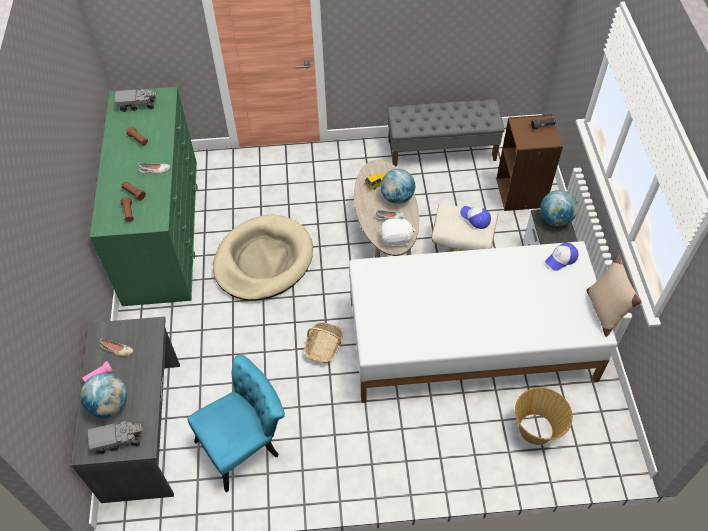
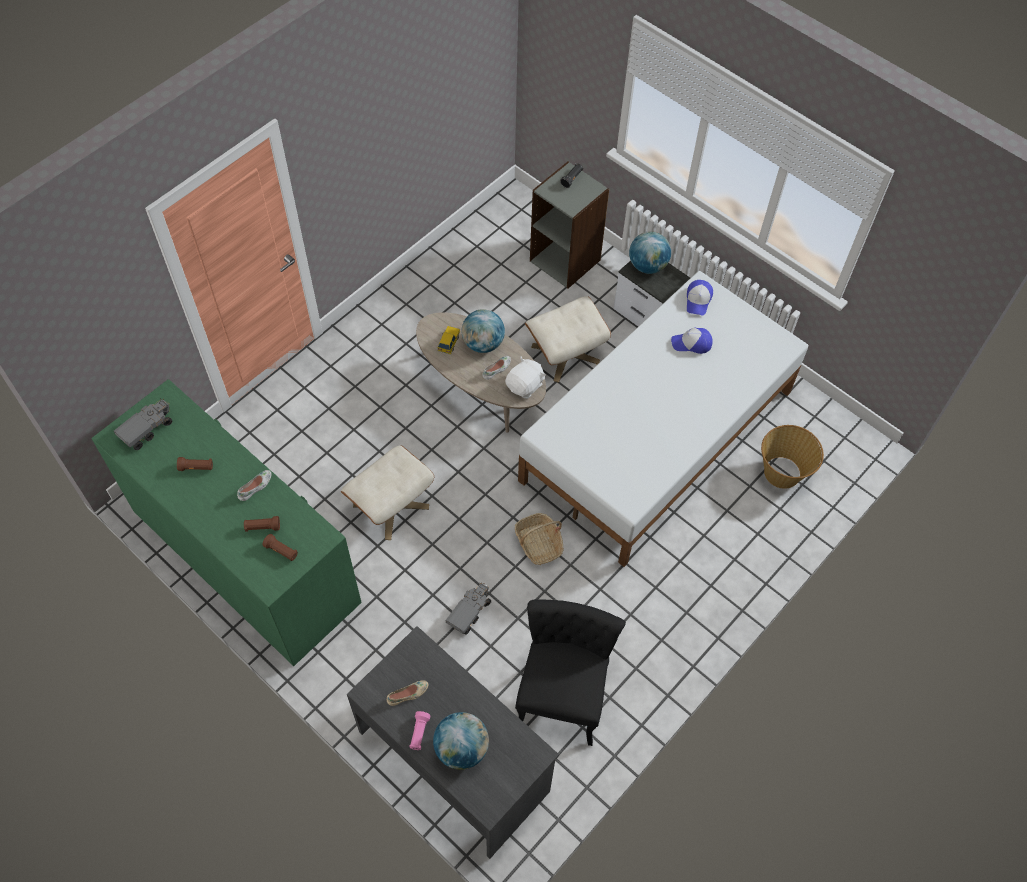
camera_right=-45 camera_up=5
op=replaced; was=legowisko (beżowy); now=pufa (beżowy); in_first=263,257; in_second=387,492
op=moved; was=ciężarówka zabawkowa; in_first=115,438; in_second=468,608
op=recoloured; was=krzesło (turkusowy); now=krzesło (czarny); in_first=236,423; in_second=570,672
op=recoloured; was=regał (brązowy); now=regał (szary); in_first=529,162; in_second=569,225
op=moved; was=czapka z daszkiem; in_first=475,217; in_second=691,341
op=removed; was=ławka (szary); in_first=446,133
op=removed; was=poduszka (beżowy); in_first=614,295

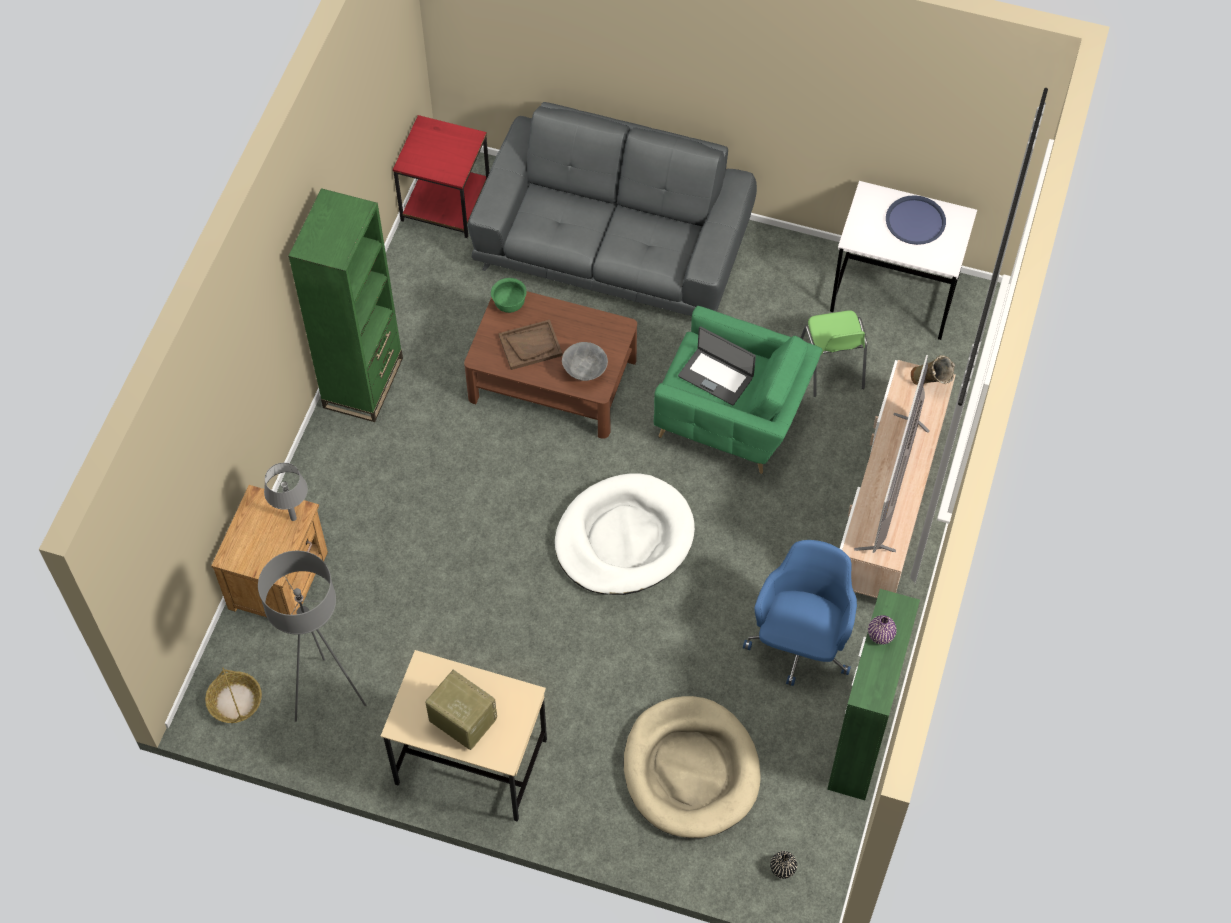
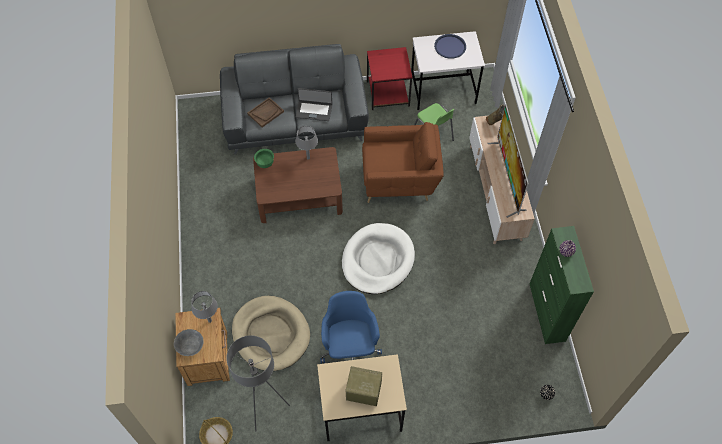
camera_right=-25 camera_up=0
op=moved; was=miska (szary); in_first=585,361; in_second=189,342
op=moved; was=legowisko (beżowy); in_first=692,767; in_second=271,333
op=moved; was=taca (brązowy); in_first=531,345; in_second=265,112
op=moved; was=laptop; in_first=717,365; in_second=314,104
op=added; now=lampa stołowa (szary); in_second=307,143
op=moved; was=krzesło biurowe (niebieski); in_first=800,613; in_second=351,327
op=recoloured; was=fotel (zielony); now=fotel (brązowy); in_first=738,390; in_second=403,162
op=moved; was=stolik (czerwony); in_first=441,176; in_second=389,78
op=removed; was=regał (zielony); in_first=345,305

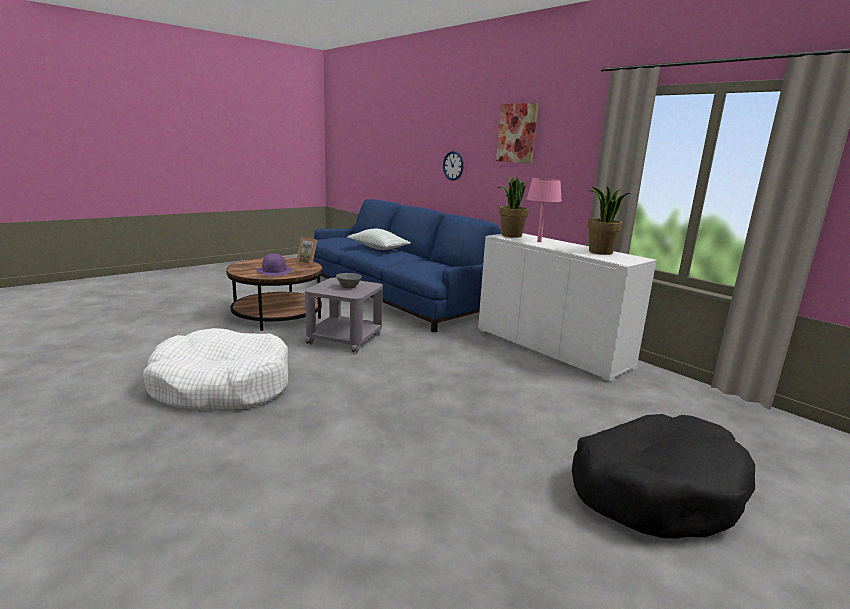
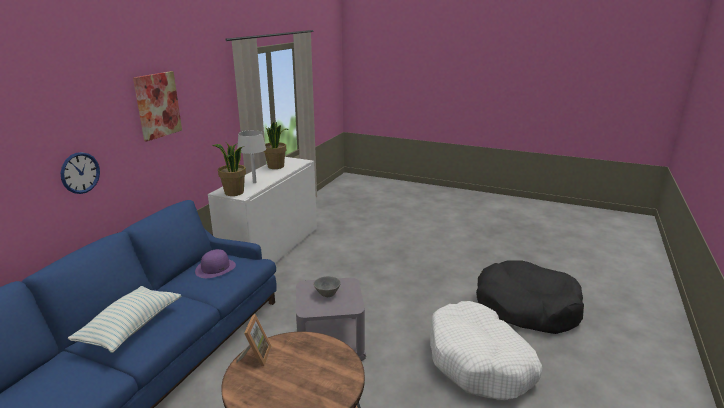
camera_right=-115 camera_up=5
op=moved; was=kapelusz (fioletowy); in_first=274,264; in_second=215,263
op=recoloured; was=lampa stołowa (różowy); now=lampa stołowa (szary); in_first=544,210; in_second=251,156
op=moved; was=legowisko (czarny); in_first=663,476; in_second=530,297

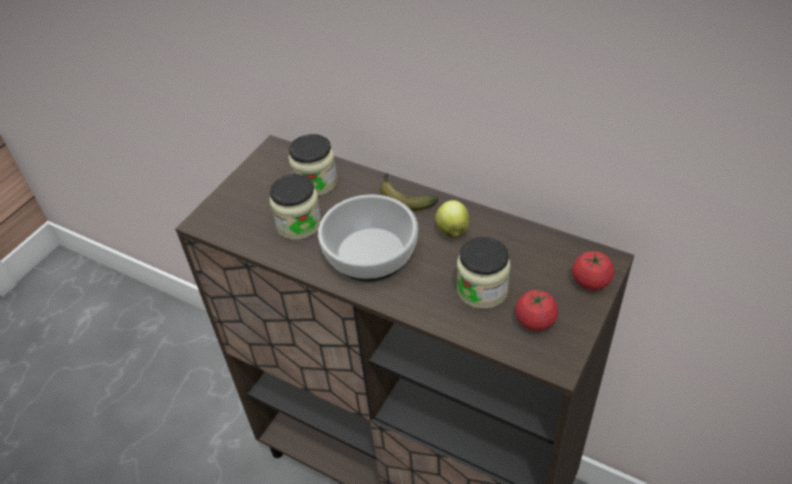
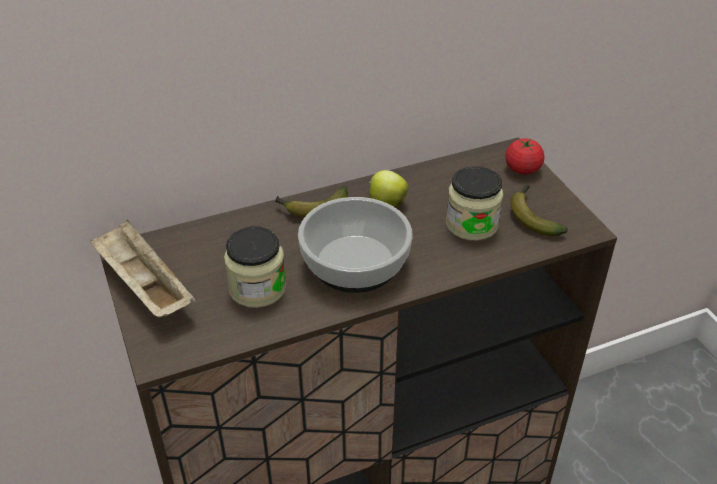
camera_right=-55 camera_up=-5
op=added; now=taca (beżowy); in_second=142,268
op=replaced; was=pomidor; now=banan; in_first=536,310; in_second=539,210
op=removed; was=słoik; in_first=313,165

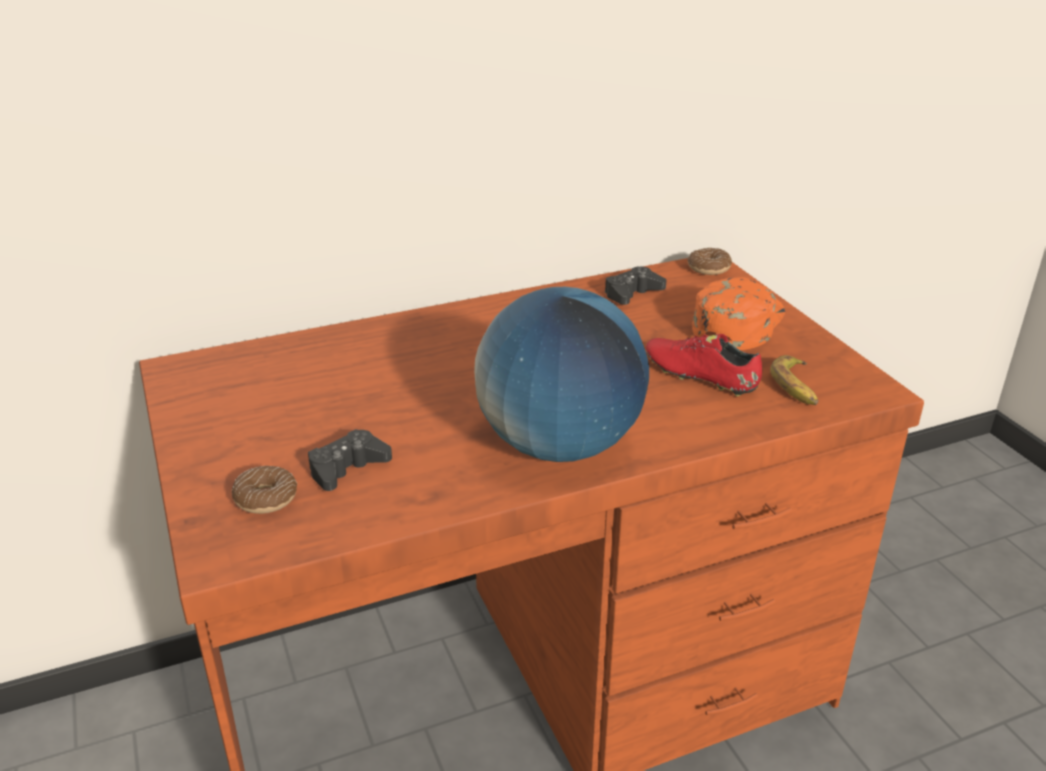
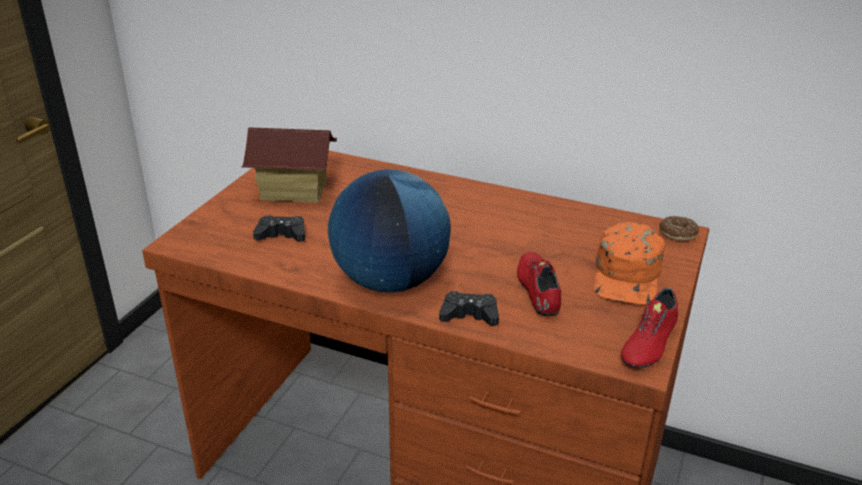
camera_right=45 camera_up=0
op=added; now=domek; in_second=289,165
op=moved; was=pad do gier (czarny); in_first=635,285; in_second=469,308
op=turned; was=czapka z daszkiem (pomarańczowy); in_first=738,313; in_second=629,263; clockwise=120
op=added; now=but (czerwony); in_second=649,328
op=removed; was=donut; in_first=264,490
op=removed; was=banan; in_first=794,380

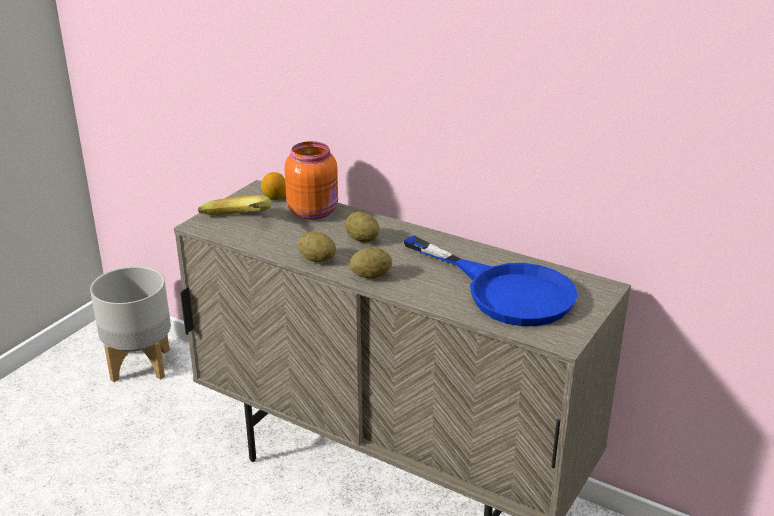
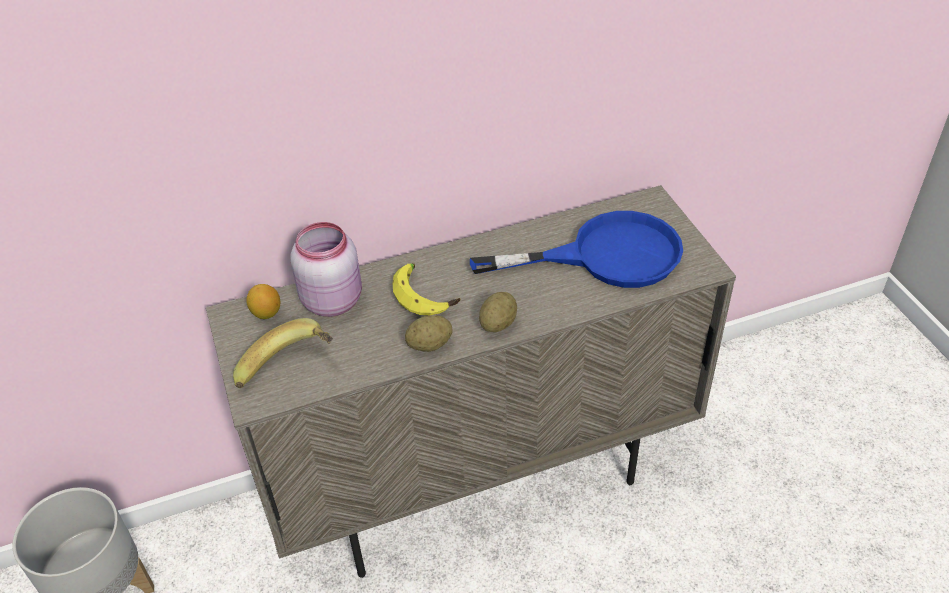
camera_right=-50 camera_up=15
op=recoloured; was=słoik (pomarańczowy); now=słoik (różowy); in_first=311,180; in_second=326,269
op=replaced; was=ziemniak; now=banan; in_first=362,227; in_second=426,289

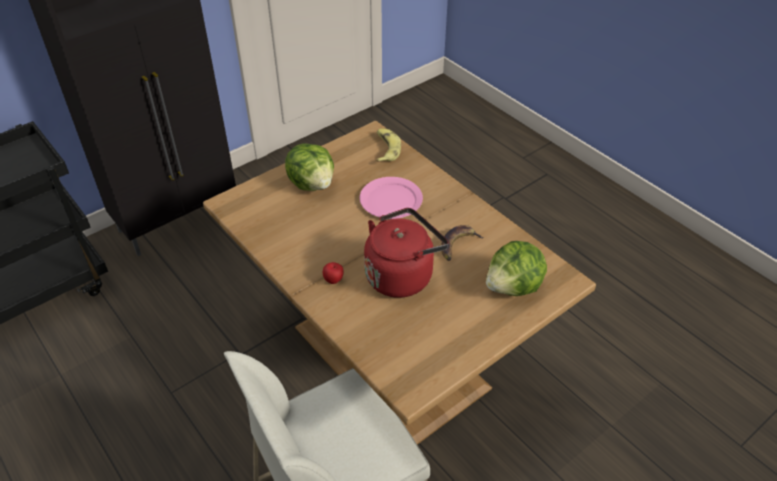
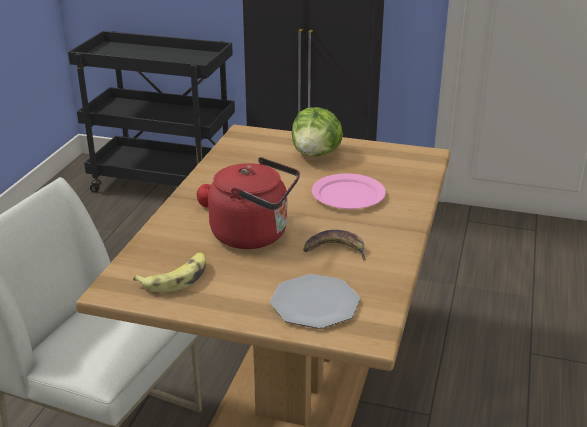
camera_right=55 camera_up=-15
op=moved; was=banan; in_first=388,145; in_second=169,272
op=replaced; was=sałata; now=talerz; in_first=516,268; in_second=315,301

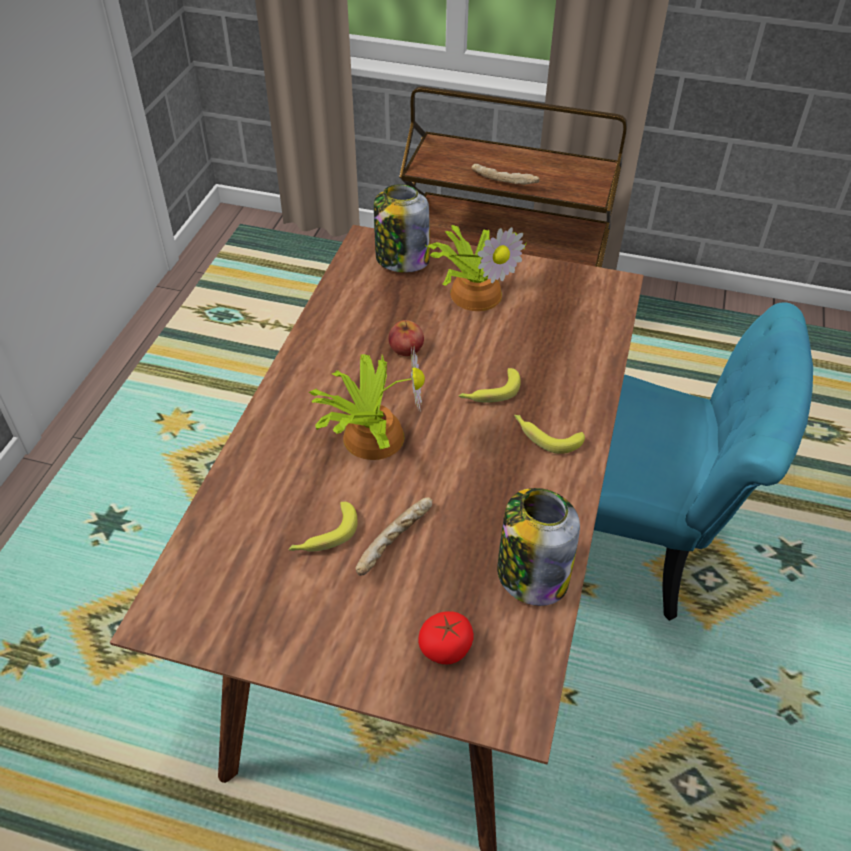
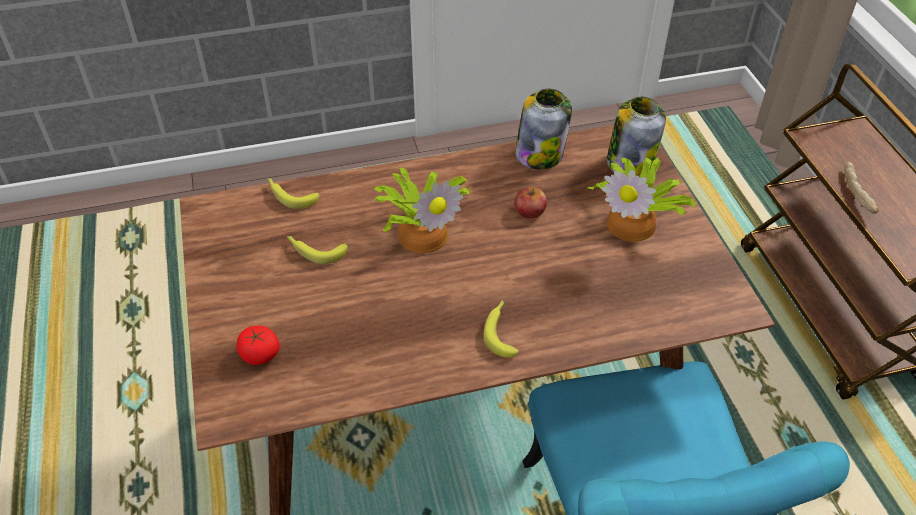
camera_right=60 camera_up=0
op=moved; was=banan; in_first=489,385; in_second=293,193
op=moved; was=słoik; in_first=538,547; in_second=543,129
op=removed; was=chleb; in_first=393,537

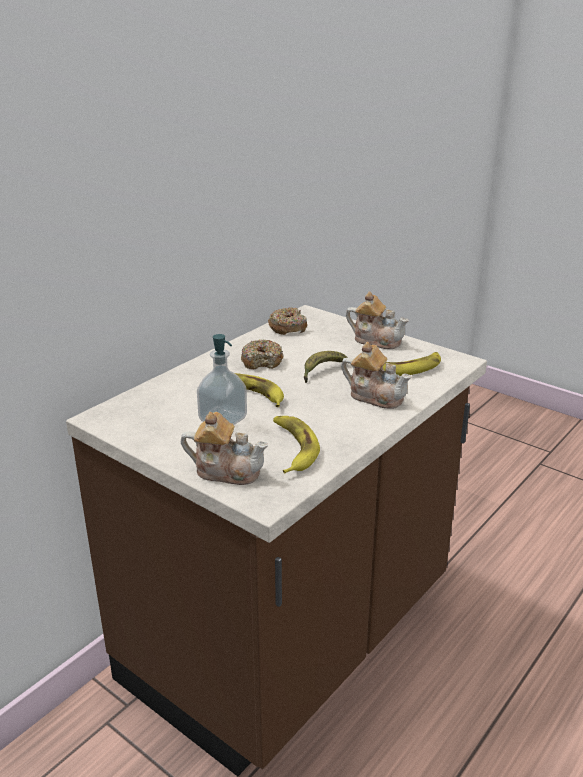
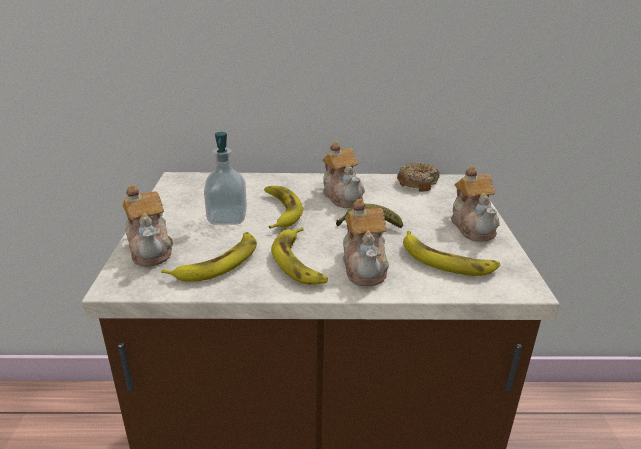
camera_right=50 camera_up=0
op=added; now=banan; in_second=299,256
op=replaced; was=donut; now=imbryk; in_first=262,354; in_second=343,174

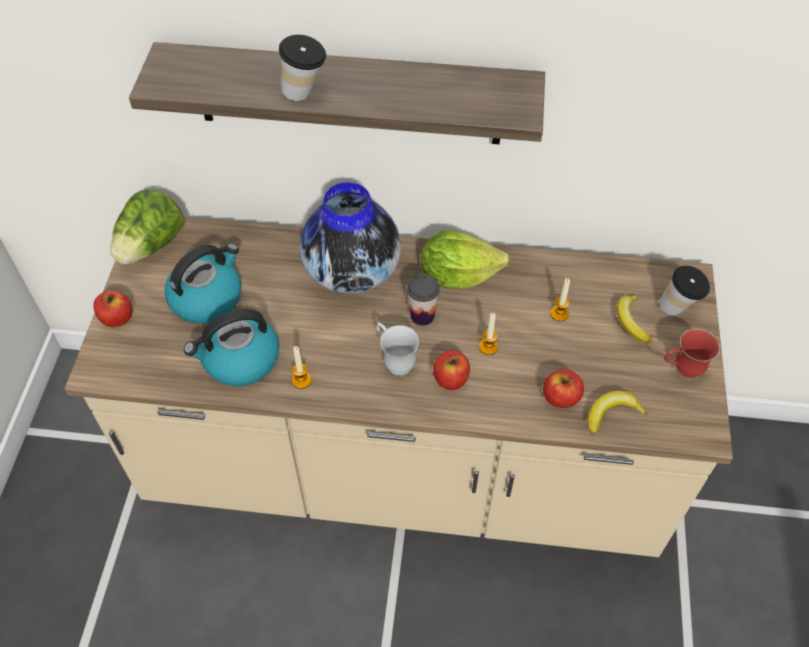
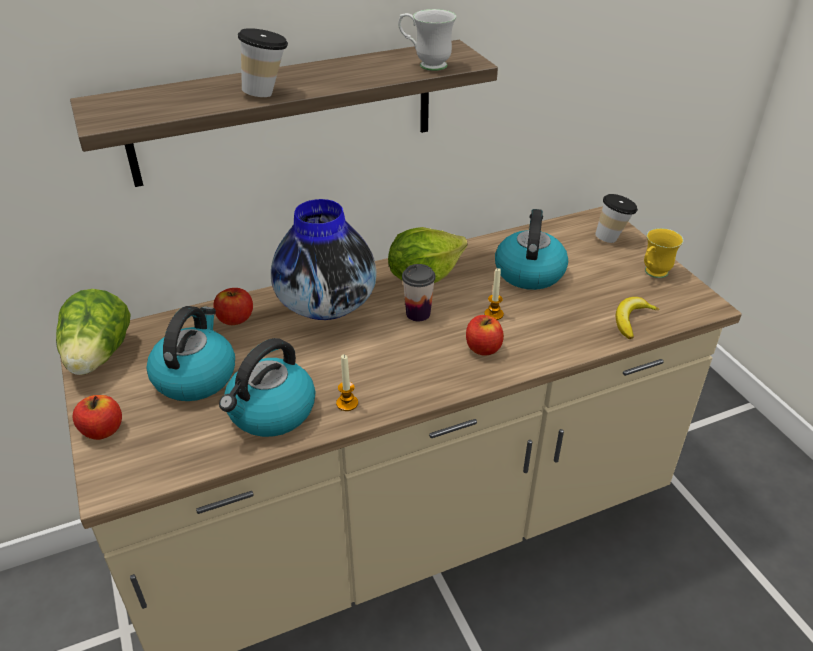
camera_right=-30 camera_up=-15
op=moved; was=jabłko; in_first=563,388; in_second=233,306
op=moved; was=kubek (biały); in_first=397,349; in_second=427,40
op=replaced; was=świeca; now=czajnik; in_first=560,299; in_second=531,249
op=recoloured; was=kubek (czerwony); now=kubek (żółty); in_first=692,354; in_second=663,253
op=removed; was=banan; in_first=634,319

